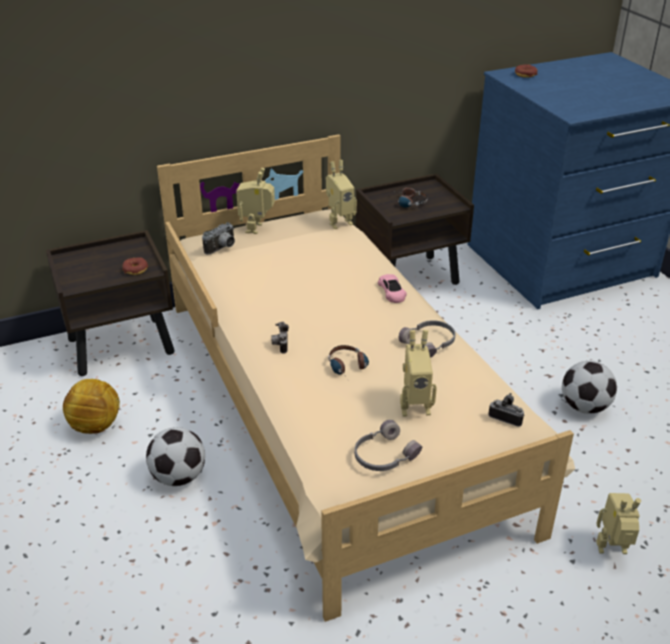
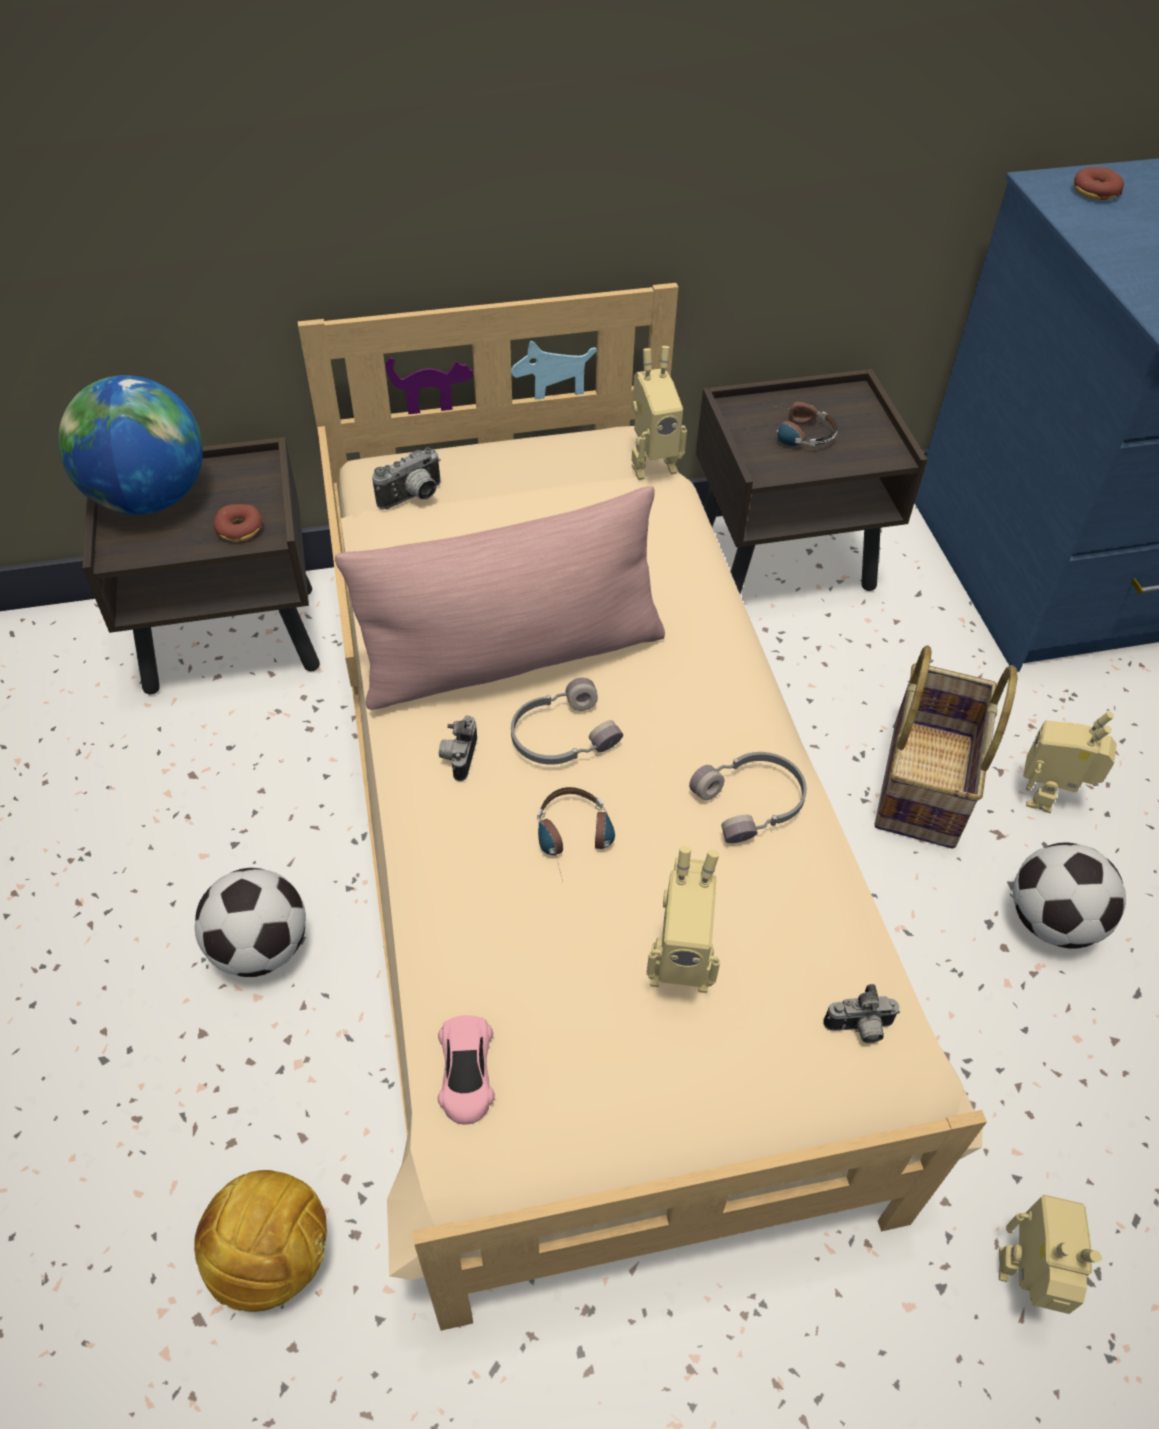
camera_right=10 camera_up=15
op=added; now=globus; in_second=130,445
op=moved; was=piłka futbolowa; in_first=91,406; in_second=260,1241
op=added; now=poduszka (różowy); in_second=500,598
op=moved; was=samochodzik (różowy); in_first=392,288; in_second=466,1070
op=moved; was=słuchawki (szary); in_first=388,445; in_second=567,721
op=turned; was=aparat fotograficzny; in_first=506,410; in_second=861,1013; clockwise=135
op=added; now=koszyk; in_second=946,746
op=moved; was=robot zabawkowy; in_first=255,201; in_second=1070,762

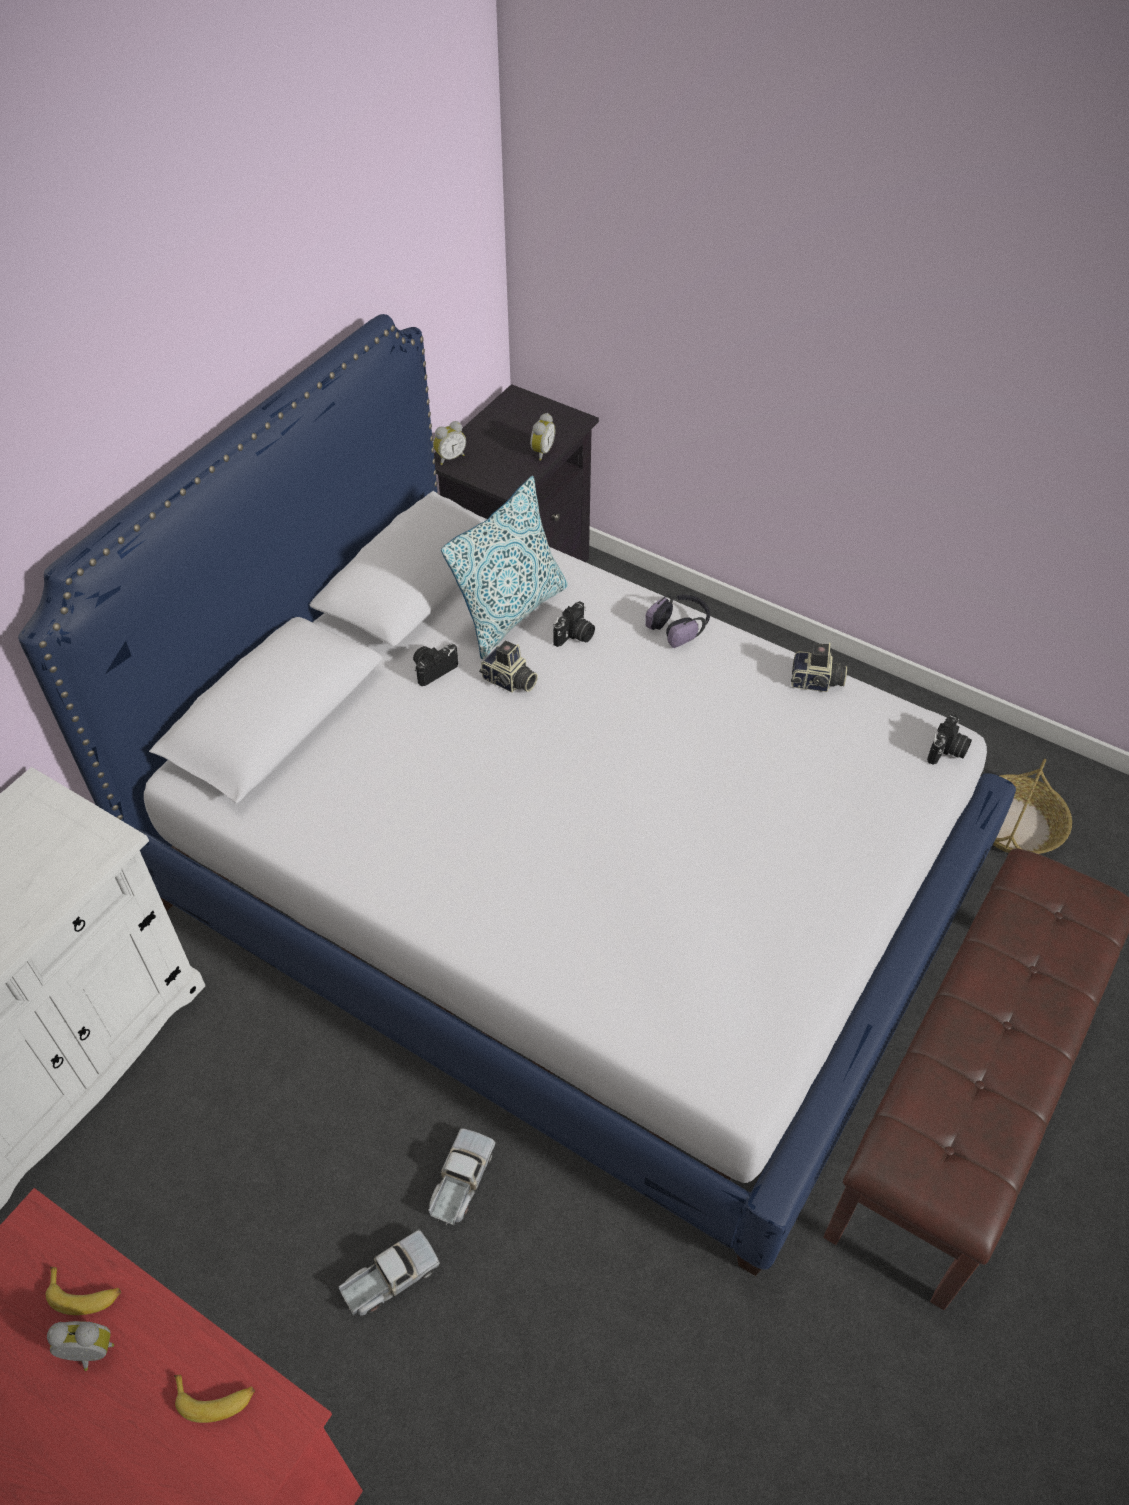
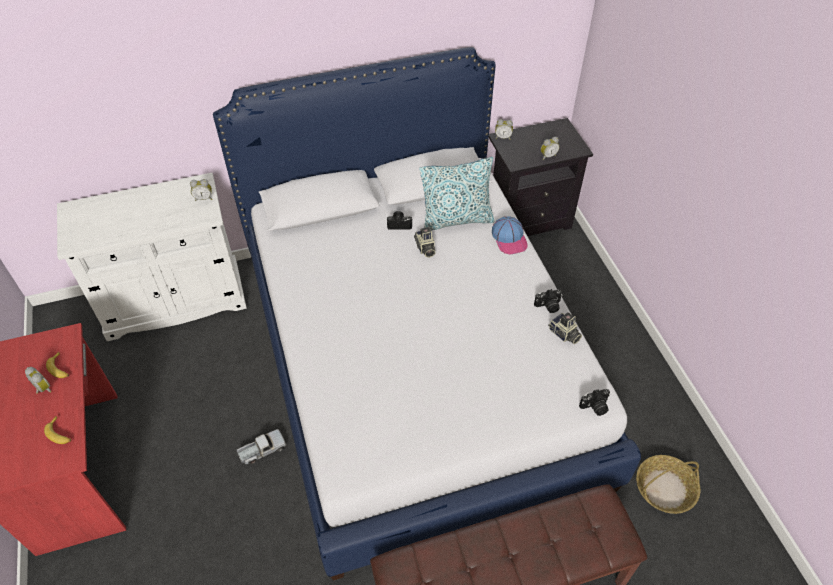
camera_right=40 camera_up=0
op=added; now=budzik; in_second=201,190
op=added; now=czapka z daszkiem; in_second=509,235
op=moved; was=aparat fotograficzny; in_first=574,624; in_second=548,301
op=removed; was=ciężarówka zabawkowa; in_first=389,1273
op=removed; was=słuchawki; in_first=677,620

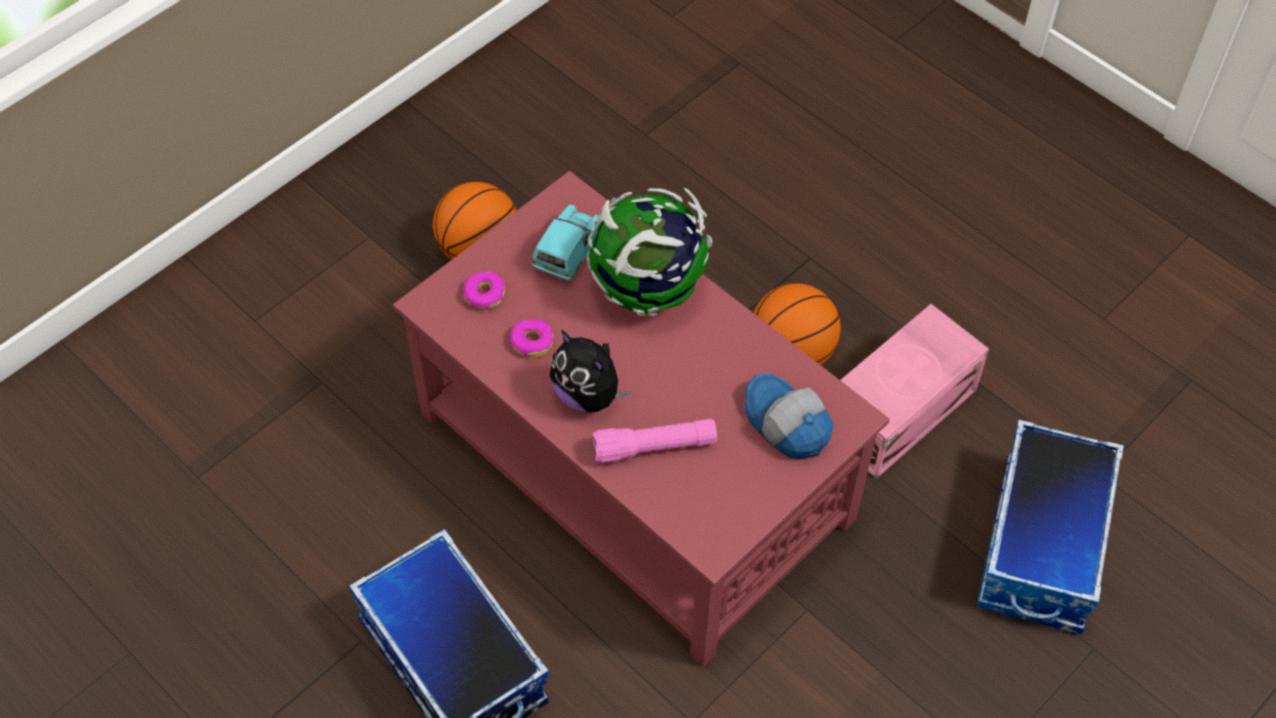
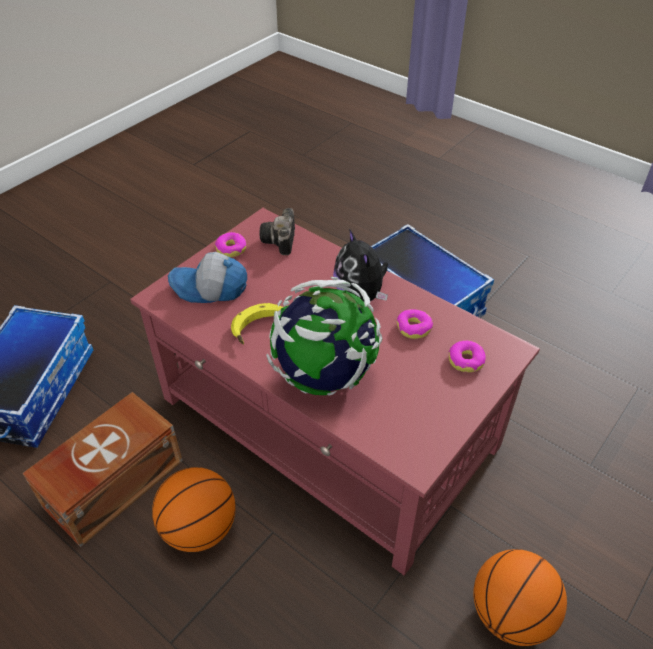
camera_right=175 camera_up=-10
op=recoloured; was=pojemnik do przechowywania (różowy); now=pojemnik do przechowywania (brązowy); in_first=914,391; in_second=102,469
op=turned; was=czapka z daszkiem; in_first=788,416; in_second=207,277; clockwise=135
op=added; now=donut; in_second=230,244
op=added; now=banan; in_second=257,324
op=added; now=aparat fotograficzny; in_second=277,231
op=turned; was=pluszak; in_first=590,371; in_second=360,265; clockwise=-150
op=removed; was=samochodzik (turkusowy); in_first=565,242
op=removed; was=latarka (różowy); in_first=654,441

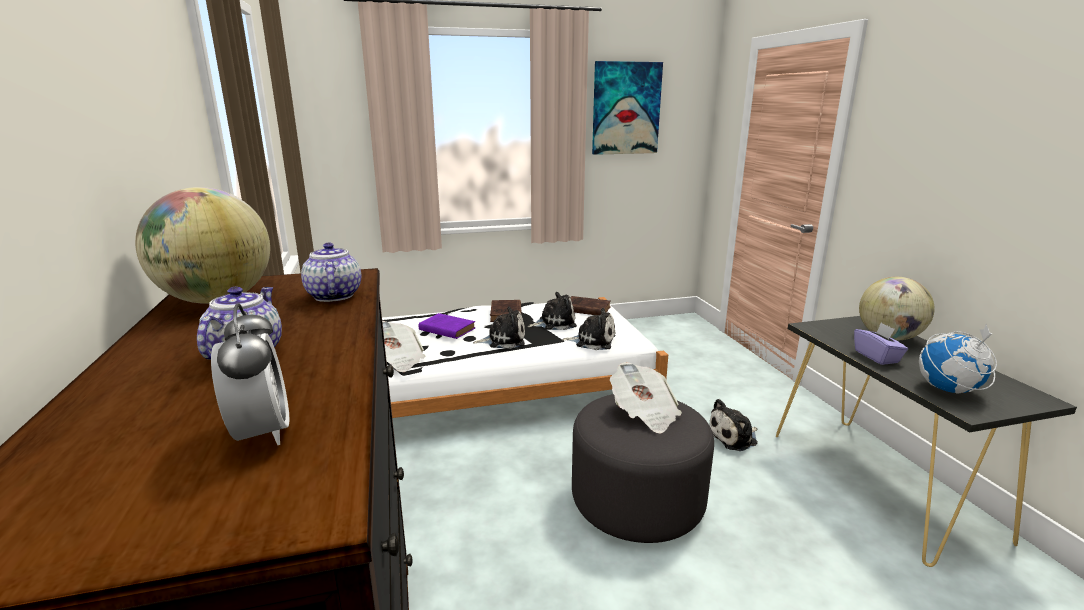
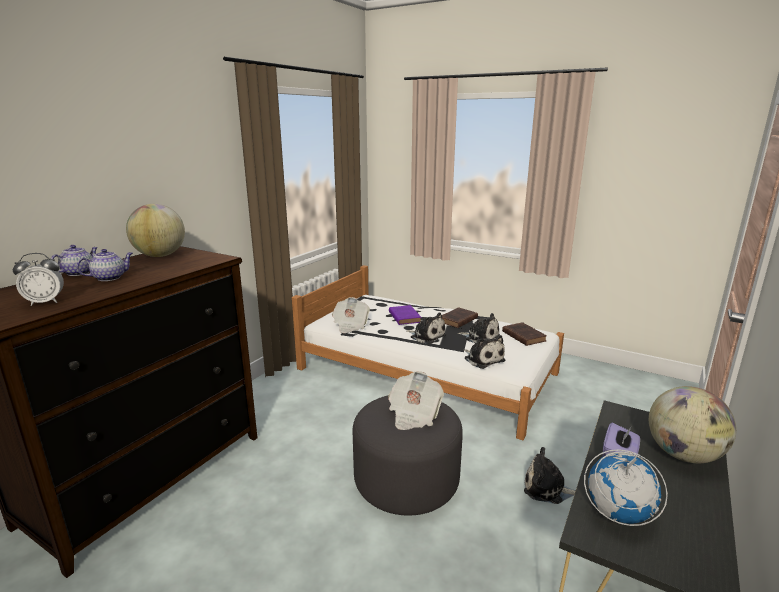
camera_right=45 camera_up=0
op=turned; was=budzik; in_first=250,374; in_second=38,279; clockwise=45
op=moved; was=imbryk; in_first=331,272; in_second=74,260
op=removed; was=obraz; in_first=627,108

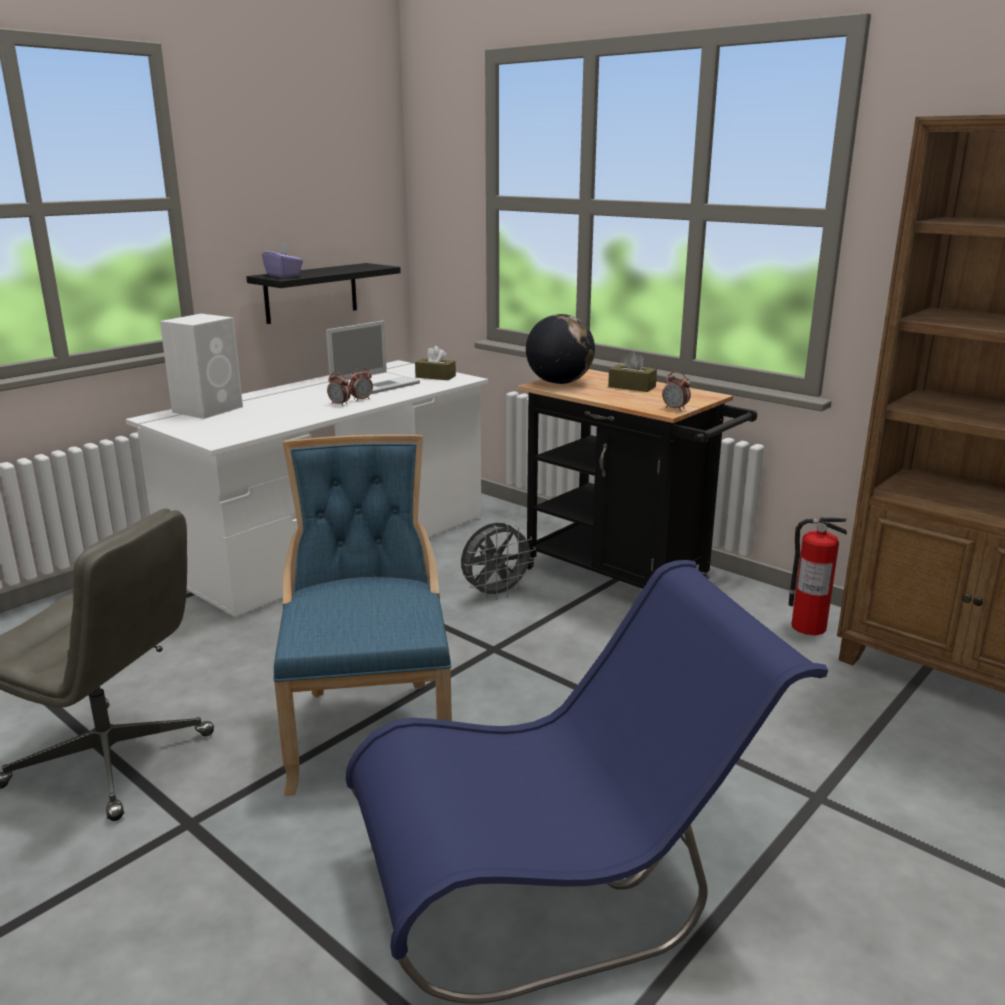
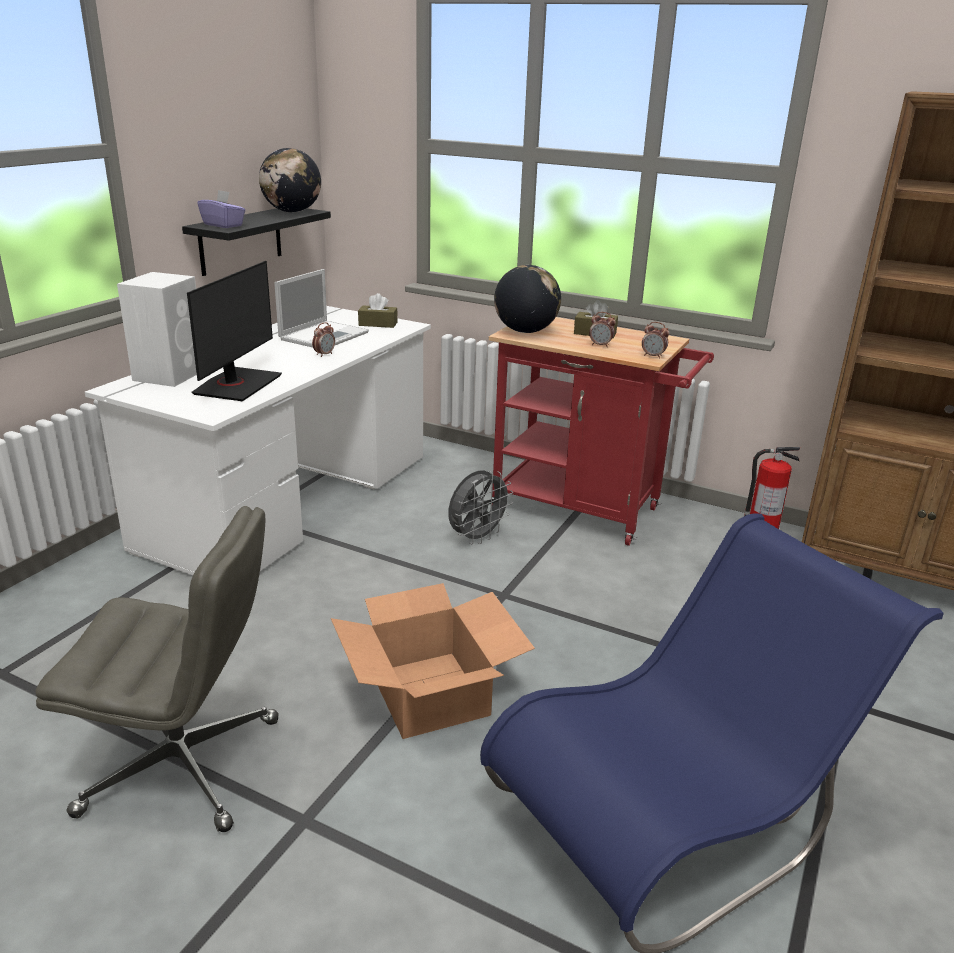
camera_right=-15 camera_up=5
op=added; now=monitor; in_second=234,331
op=added; now=globus; in_second=290,180
op=replaced; was=krzesło (niebieski); now=karton; in_first=362,615; in_second=433,661
op=recoloured; was=wózek (czarny); now=wózek (czerwony); in_first=637,479; in_second=601,431
op=moved; was=budzik; in_first=339,389; in_second=602,329

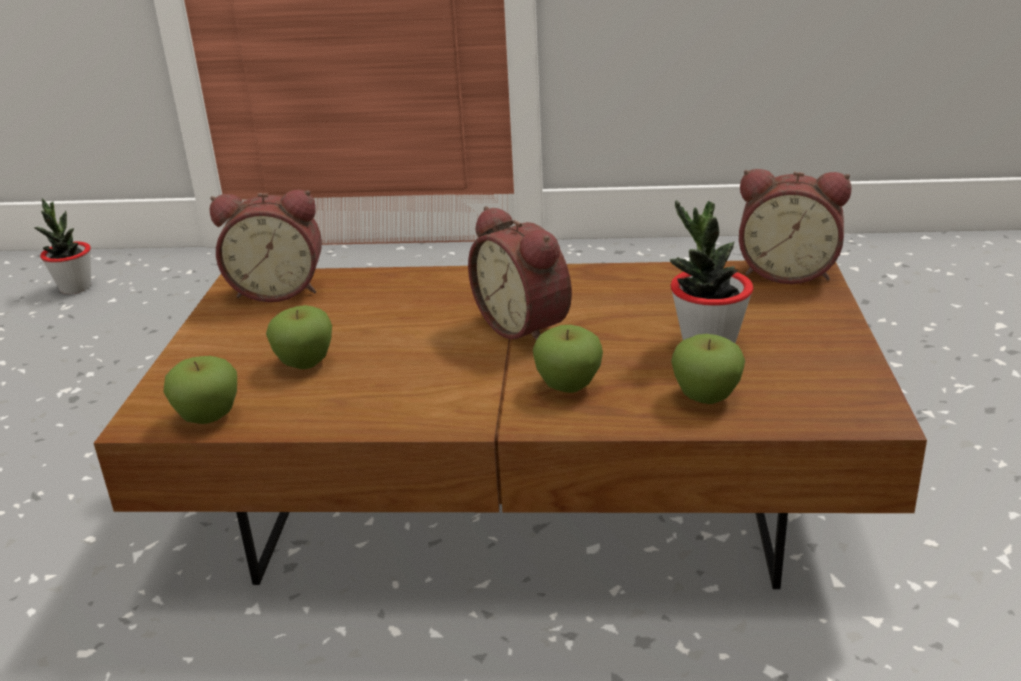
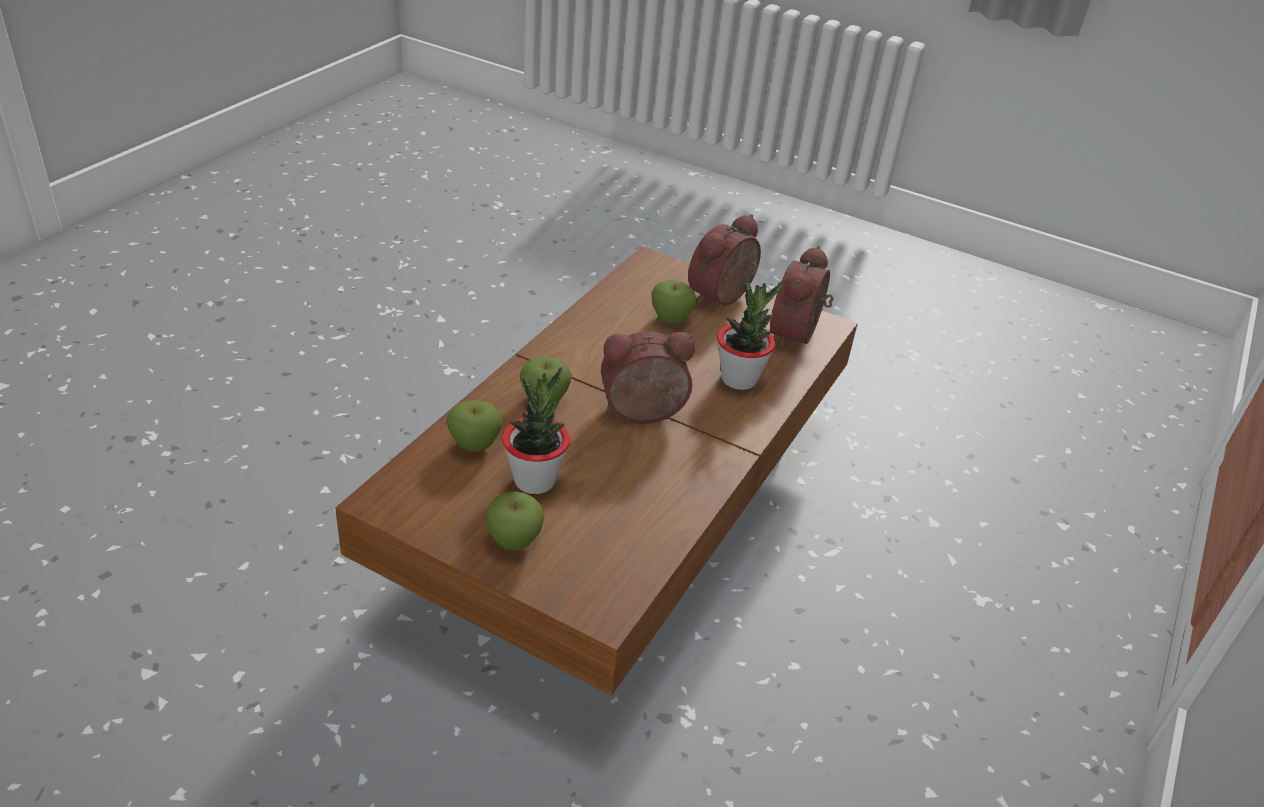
camera_right=110 camera_up=10
op=moved; was=jabłko; in_first=200,390; in_second=515,521
op=moved; was=budzik; in_first=795,226; in_second=724,260
op=moved; was=roślina doniczkowa; in_first=62,246; in_second=749,336

